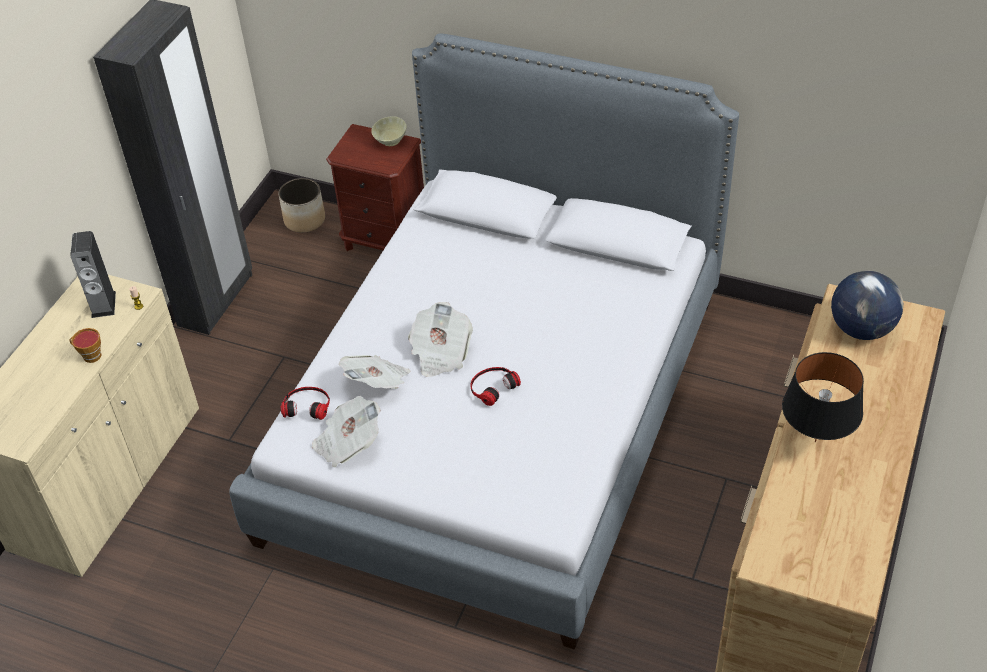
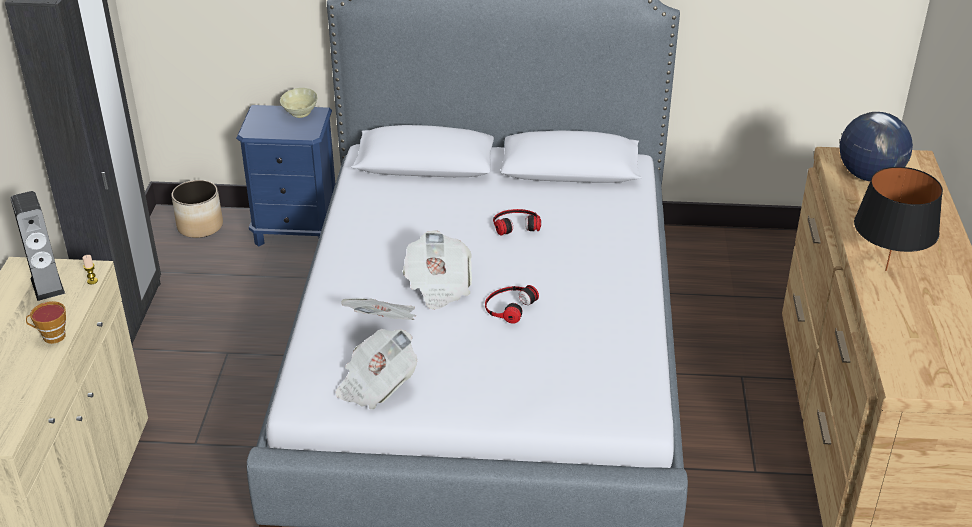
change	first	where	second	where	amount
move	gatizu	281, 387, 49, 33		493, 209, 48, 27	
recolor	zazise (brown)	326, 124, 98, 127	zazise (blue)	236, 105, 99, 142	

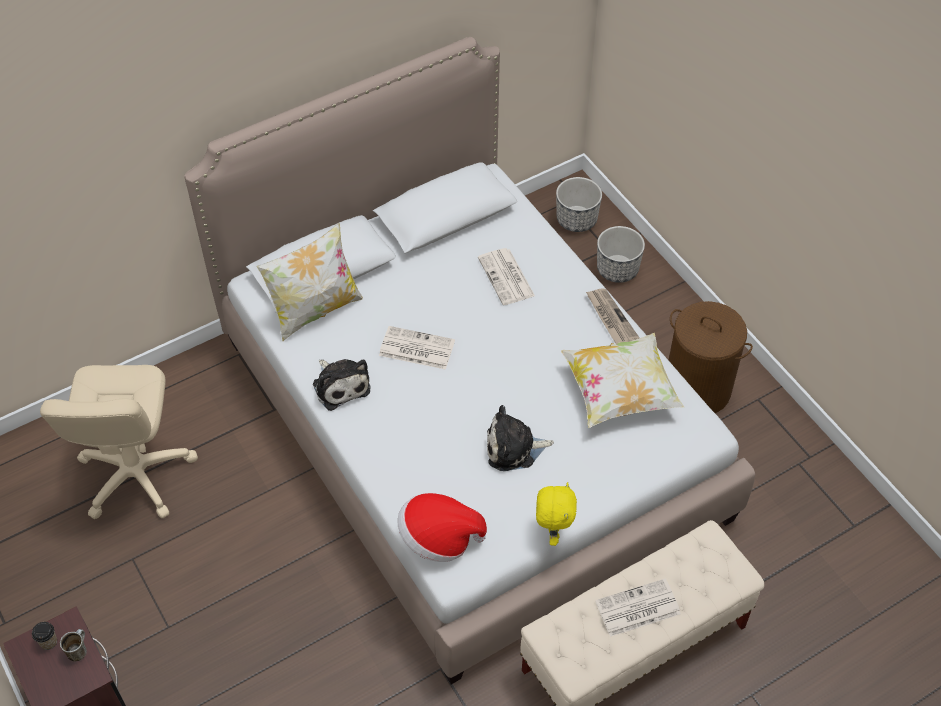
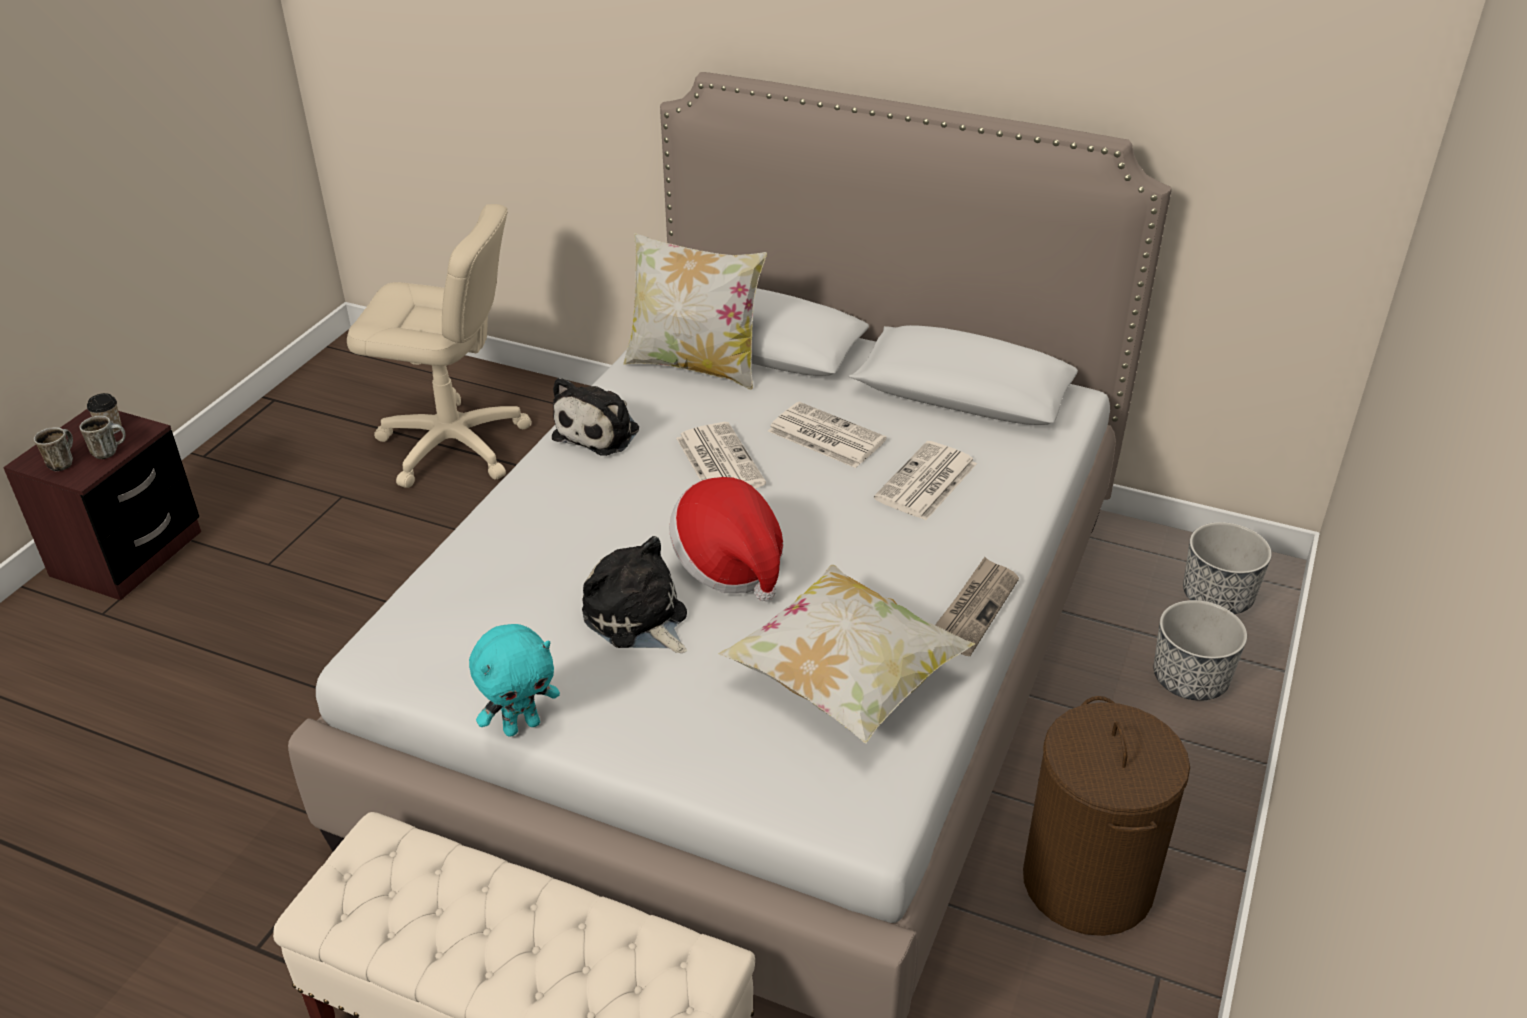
change	first	where	second	where	amount
rotate	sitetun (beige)	40, 365, 158, 154		347, 204, 185, 284	135 degrees counterclockwise
move	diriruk	397, 493, 90, 69		669, 477, 115, 124	
recolor	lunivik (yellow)	536, 482, 41, 64	lunivik (turquoise)	469, 624, 91, 113	
move	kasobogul	595, 579, 86, 58		768, 402, 119, 66	
insert			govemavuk	34, 427, 39, 44	

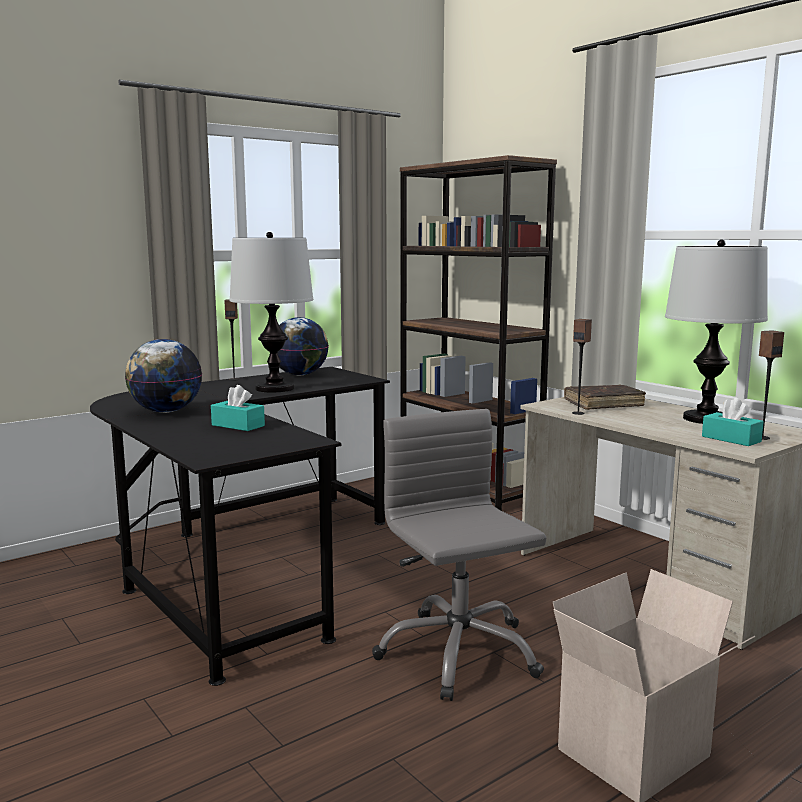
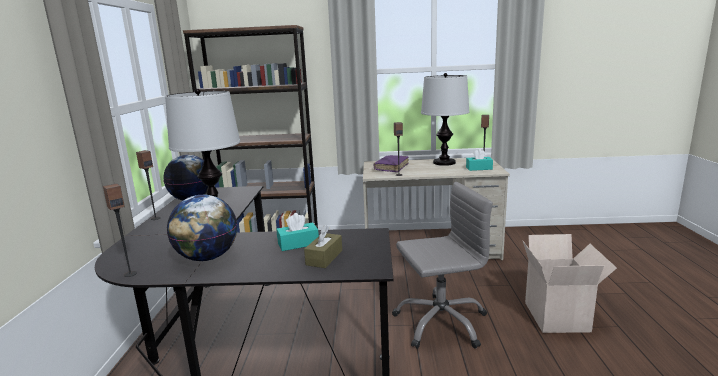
change	first	where	second	where	amount
rotate	sitetun (grey)	372, 409, 174, 292		392, 182, 101, 167	150 degrees clockwise
recolor	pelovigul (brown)	564, 384, 82, 26	pelovigul (purple)	374, 155, 34, 17	
insert			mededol	103, 183, 34, 94	
insert			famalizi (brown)	304, 225, 38, 43	

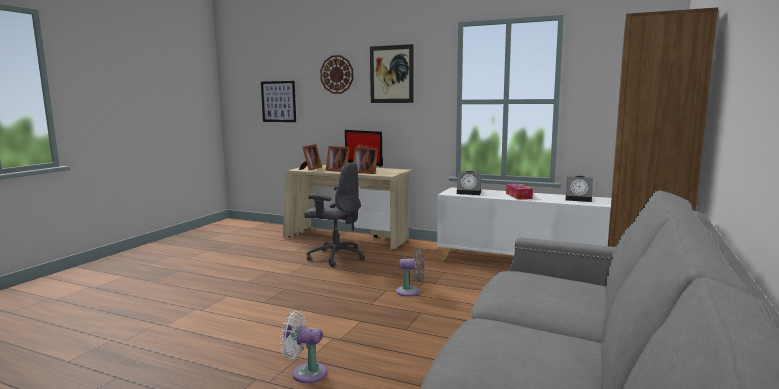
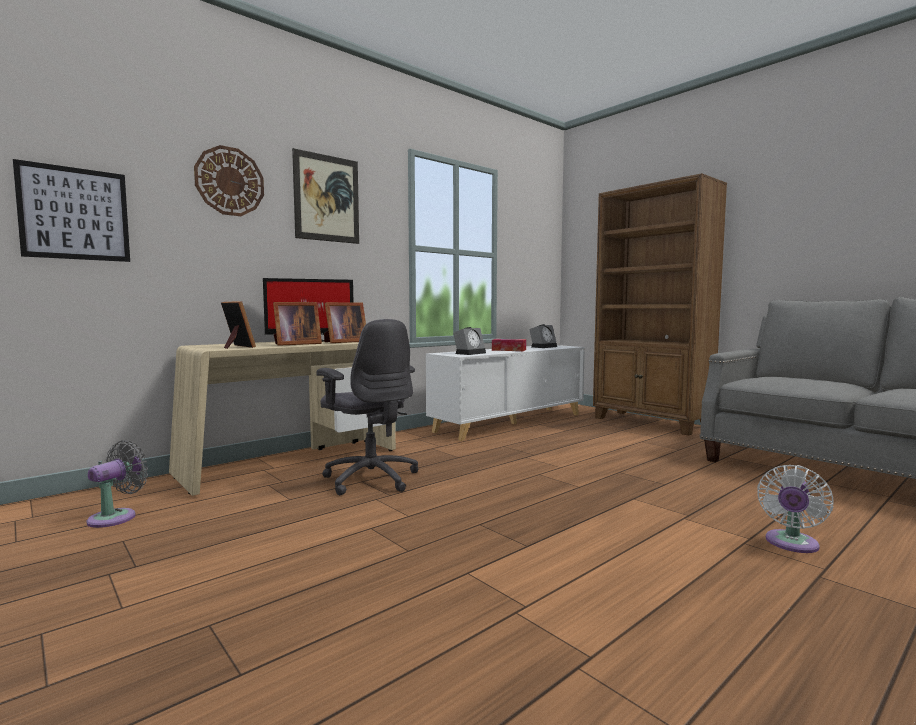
change	first	where	second	where	amount
rotate	sitetun (grey)	304, 162, 61, 105		316, 319, 102, 176	90 degrees clockwise
move	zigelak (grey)	396, 248, 28, 49		87, 440, 61, 88	

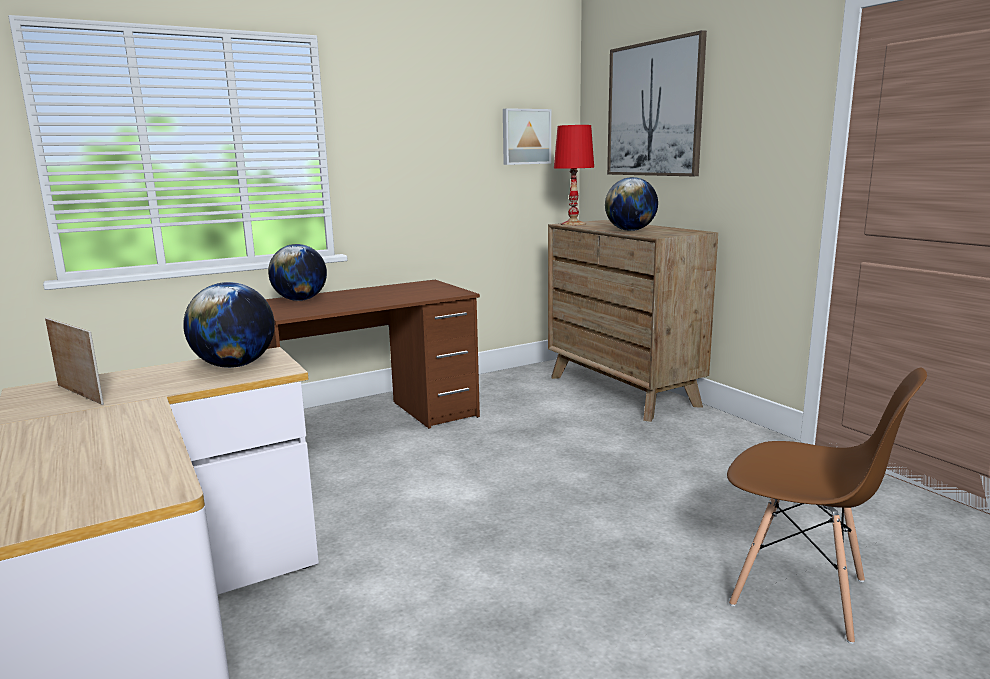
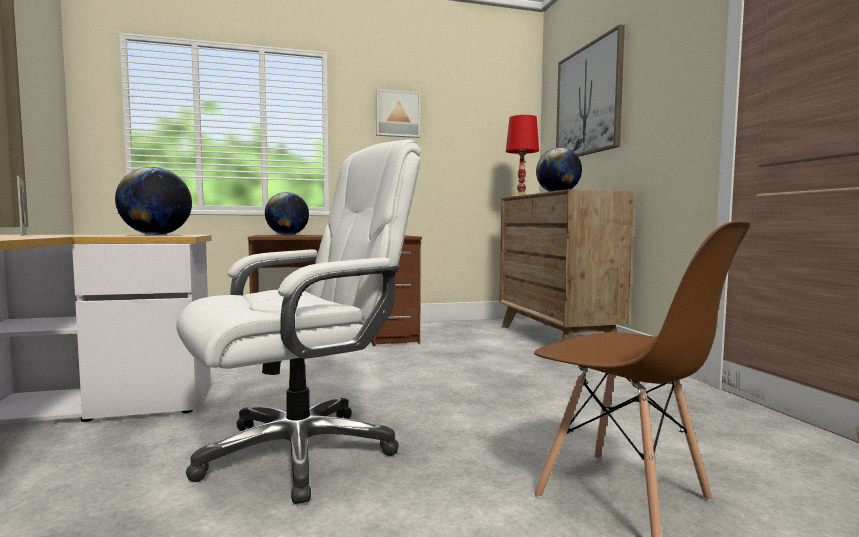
change	first	where	second	where	amount
move	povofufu	503, 108, 48, 57		376, 89, 44, 49	
insert			sitetun (white)	177, 139, 244, 365	

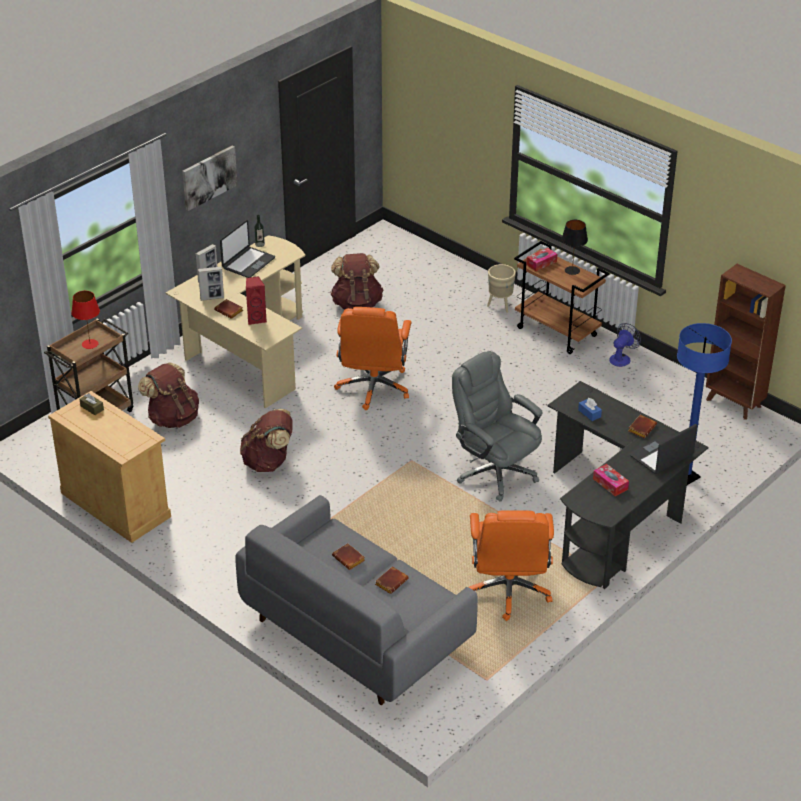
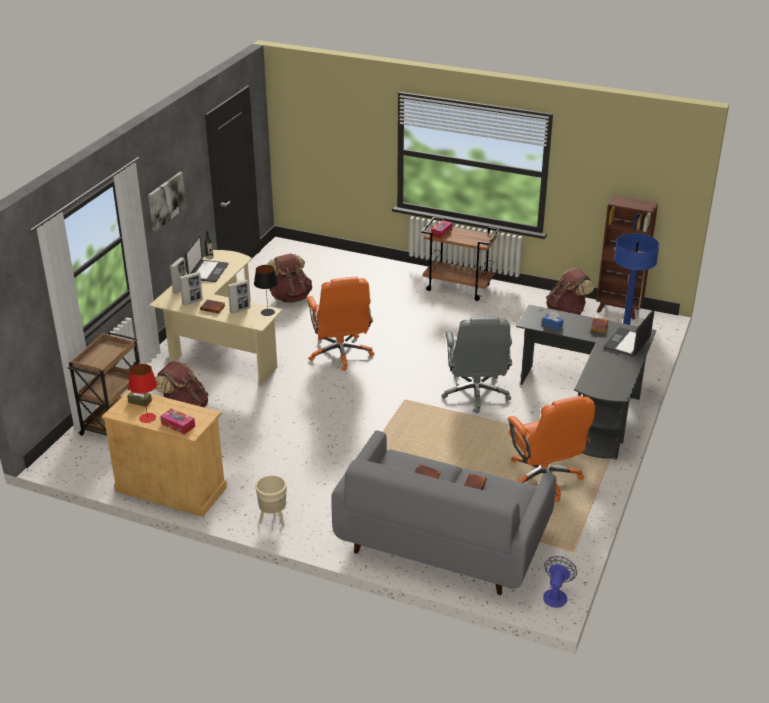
change	first	where	second	where	amount
move	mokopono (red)	71, 291, 29, 58		129, 364, 28, 59	
move	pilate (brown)	240, 409, 53, 63		546, 268, 48, 47	
replace	mededol (red)	246, 276, 21, 49	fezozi	228, 279, 22, 35	
rotate	sitetun (grey)	452, 351, 91, 151		441, 317, 71, 96	120 degrees counterclockwise
move	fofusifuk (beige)	487, 264, 29, 49		255, 475, 32, 52	
move	mokopono (black)	562, 220, 26, 55		254, 265, 24, 51	
move	famalizi	593, 464, 36, 32		160, 408, 35, 27	
move	zigelak	609, 323, 32, 44		543, 556, 34, 52	

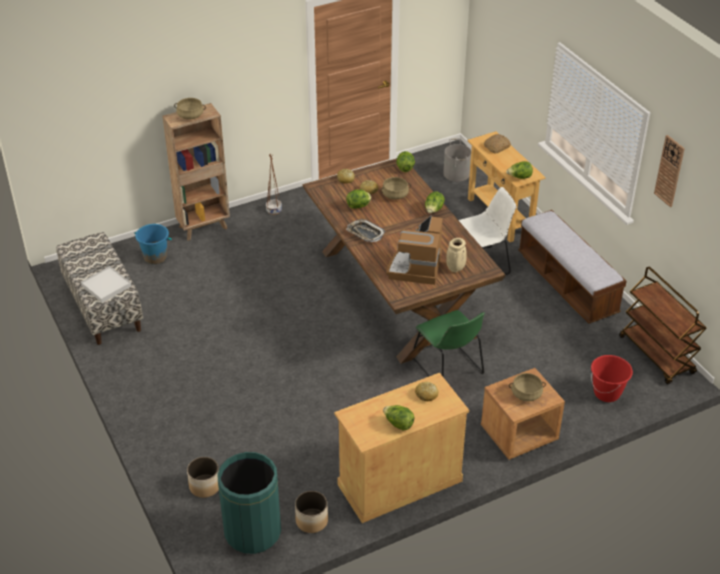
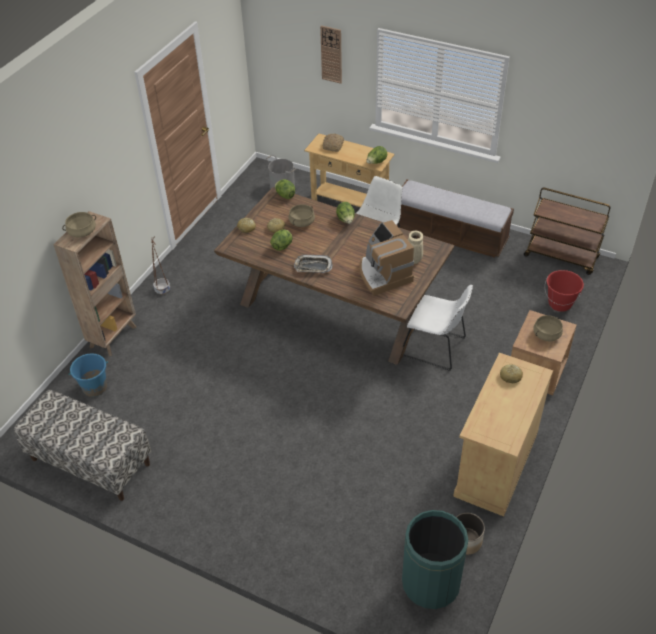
change	first	where	second	where	amount
delete	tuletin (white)	81, 266, 50, 37			
delete	fofusifuk	187, 457, 32, 41			
delete	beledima	383, 405, 31, 26			
recolor	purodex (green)	413, 310, 72, 67	purodex (white)	403, 285, 70, 86	
move	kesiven	654, 135, 31, 72		320, 25, 22, 59	

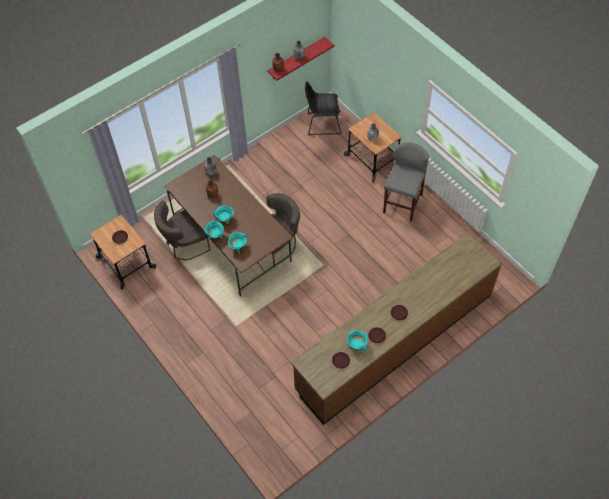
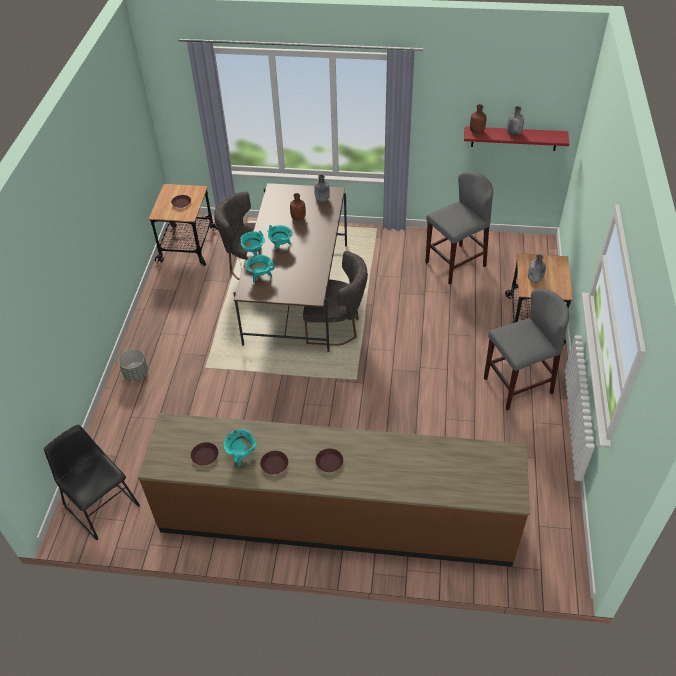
change	first	where	second	where	amount
move	purodex (black)	305, 81, 37, 54		44, 424, 96, 116	
insert			fofusifuk (grey)	118, 349, 30, 33	
insert			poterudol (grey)	426, 172, 67, 112	

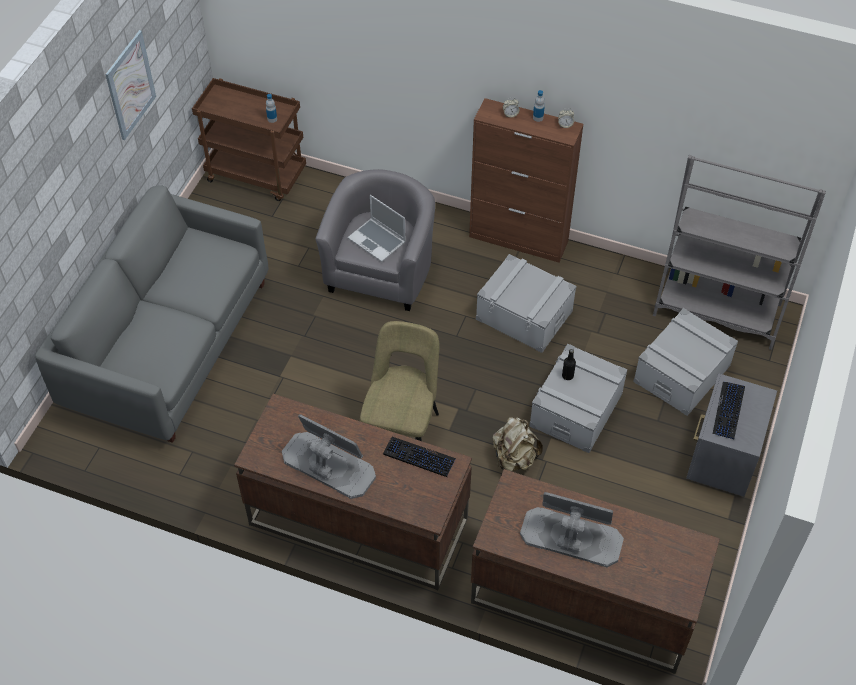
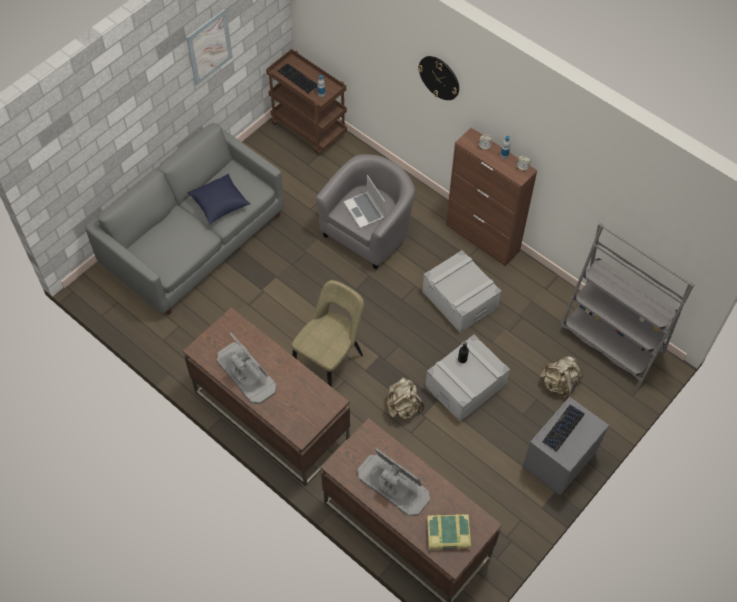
change	first	where	second	where	amount
move	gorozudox	383, 437, 73, 40		278, 64, 40, 30	
replace	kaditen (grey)	633, 308, 105, 108	pilate (beige)	540, 356, 43, 43	
insert			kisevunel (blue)	187, 174, 64, 50	
insert			kesiven	418, 56, 41, 44	
insert			pelovigul	427, 514, 44, 36	

